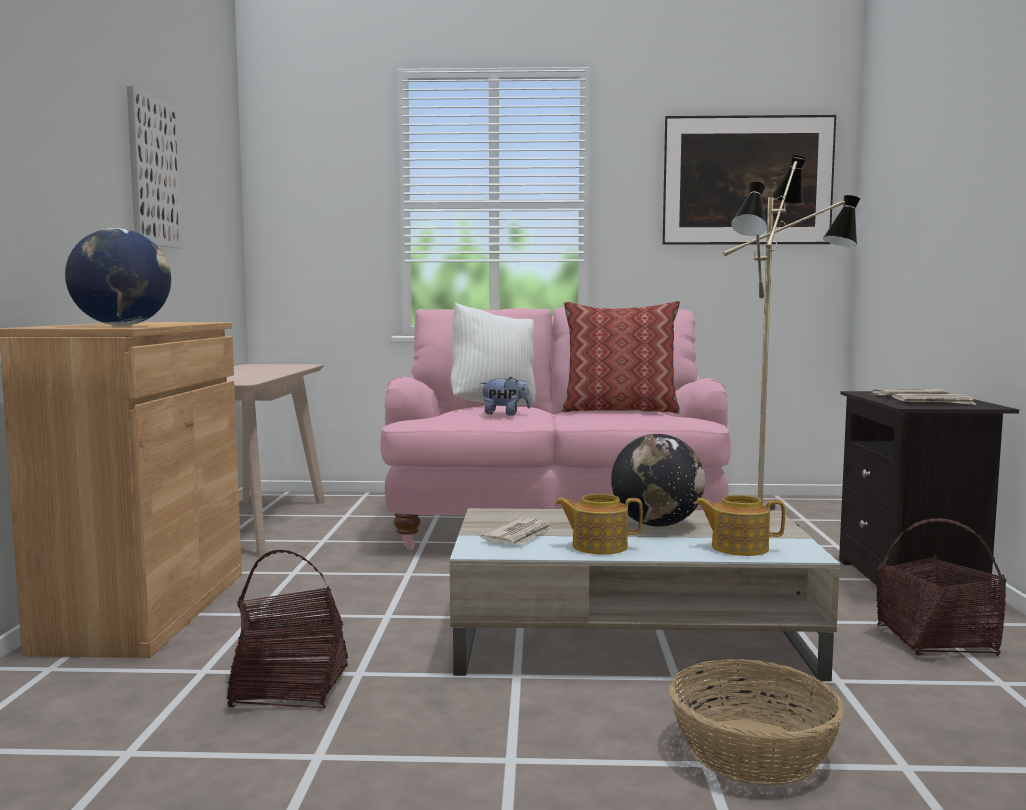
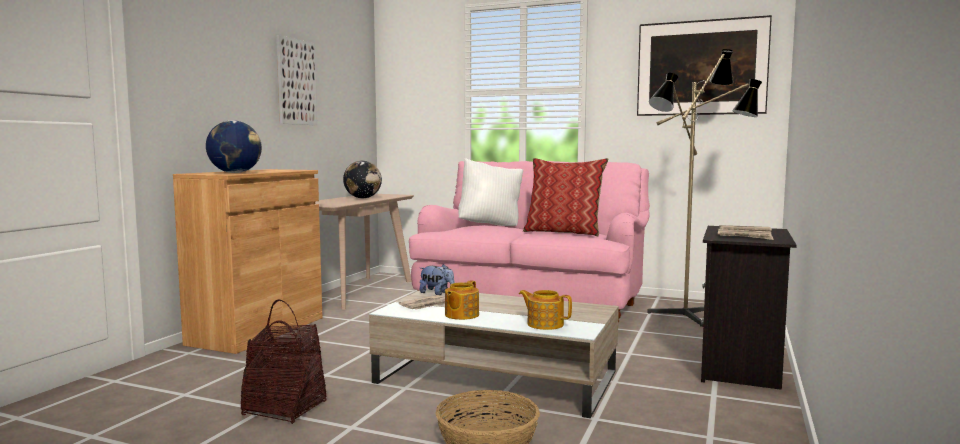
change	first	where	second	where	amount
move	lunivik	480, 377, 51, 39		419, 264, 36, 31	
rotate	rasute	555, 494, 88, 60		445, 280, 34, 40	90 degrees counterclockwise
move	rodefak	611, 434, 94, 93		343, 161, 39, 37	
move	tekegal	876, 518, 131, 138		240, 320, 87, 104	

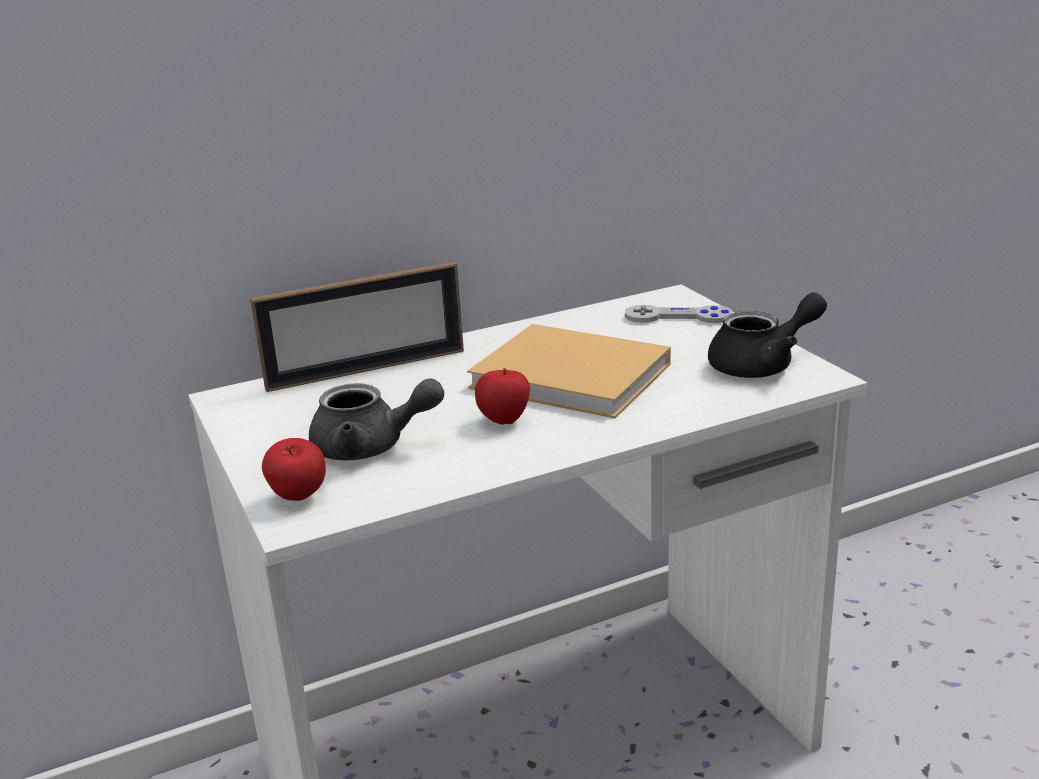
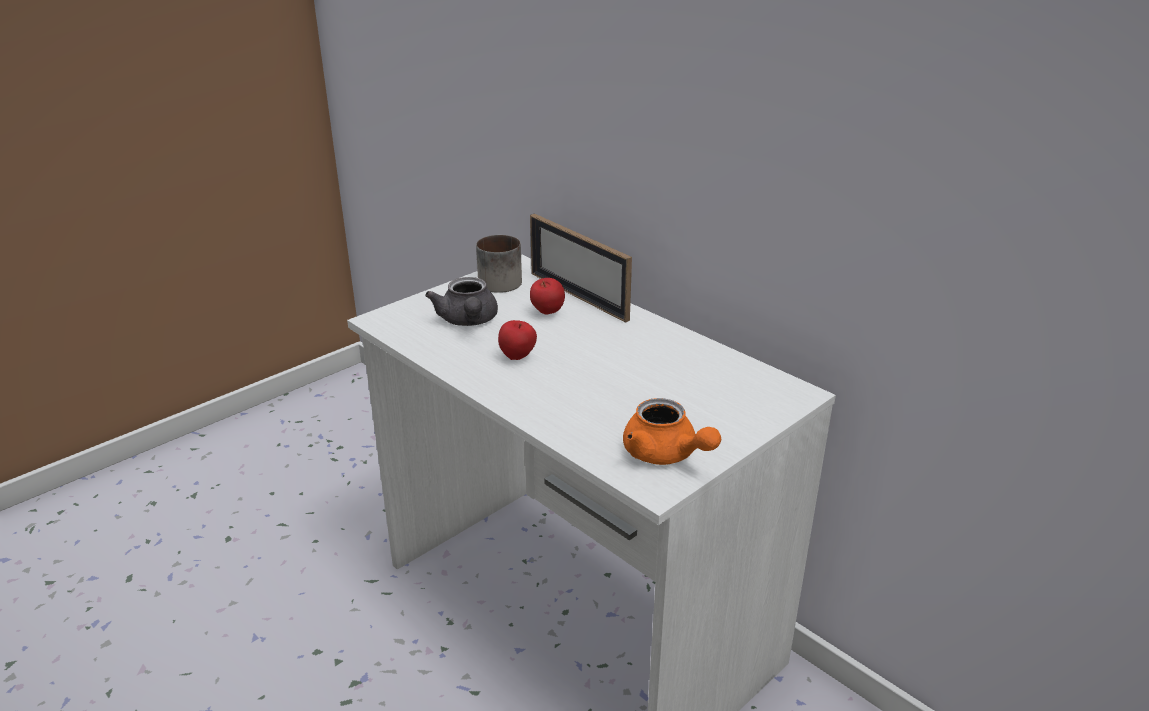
change	first	where	second	where	amount
move	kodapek	262, 438, 64, 63		530, 278, 35, 37	
delete	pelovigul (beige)	467, 324, 204, 94			
delete	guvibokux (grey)	625, 305, 108, 18			
recolor	rasute (black)	708, 292, 119, 86	rasute (orange)	623, 398, 98, 67	
insert			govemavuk	476, 235, 46, 58	

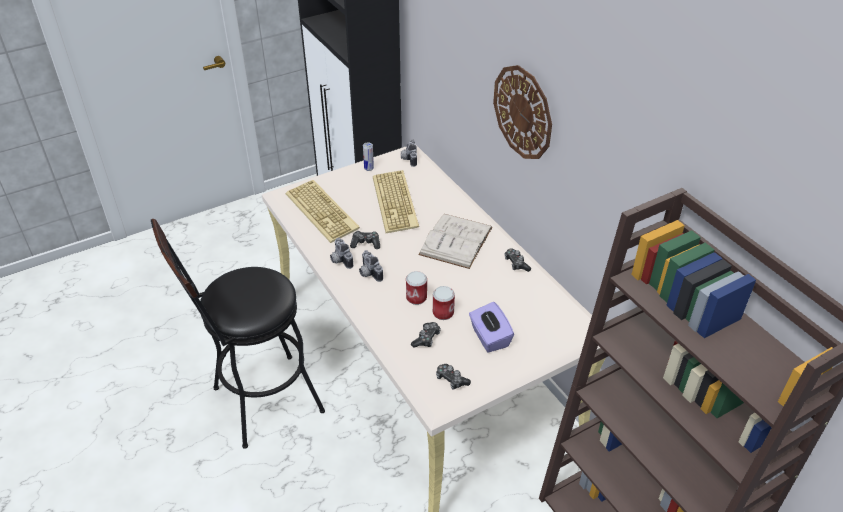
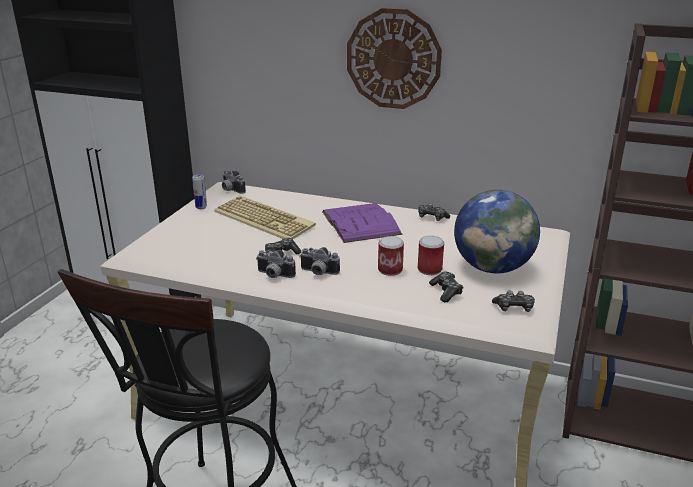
change	first	where	second	where	amount
delete	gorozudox	286, 180, 74, 63			
recolor	pelovigul (white)	418, 214, 74, 55	pelovigul (purple)	322, 203, 80, 40	
replace	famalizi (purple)	469, 302, 45, 51	rodefak	454, 190, 86, 83	

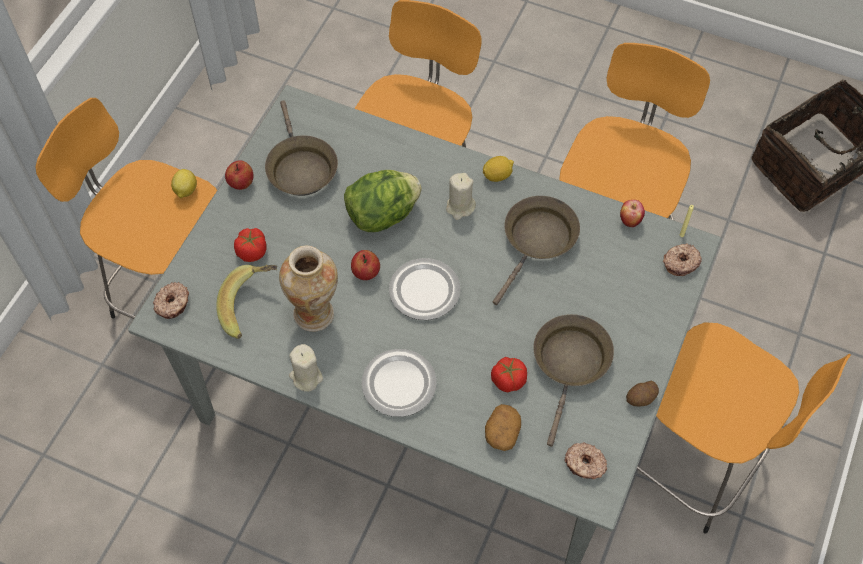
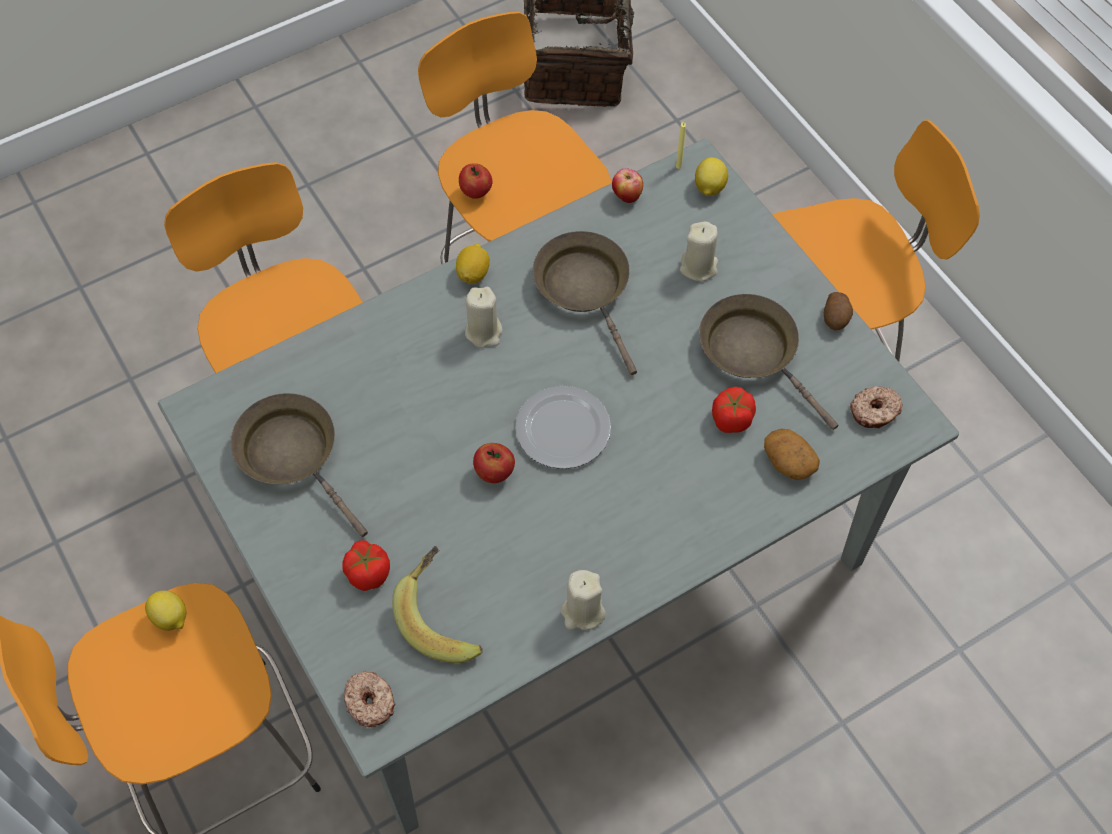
change	first	where	second	where	amount
move	kodapek	225, 160, 29, 30		459, 163, 34, 36	
rotate	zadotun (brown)	265, 100, 73, 96		231, 393, 137, 144	150 degrees counterclockwise
delete	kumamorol	279, 246, 59, 86			
delete	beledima	344, 170, 78, 62			
delete	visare	362, 349, 74, 68			
replace	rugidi	663, 243, 39, 33	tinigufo	695, 157, 33, 39	
insert			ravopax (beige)	680, 222, 38, 59	

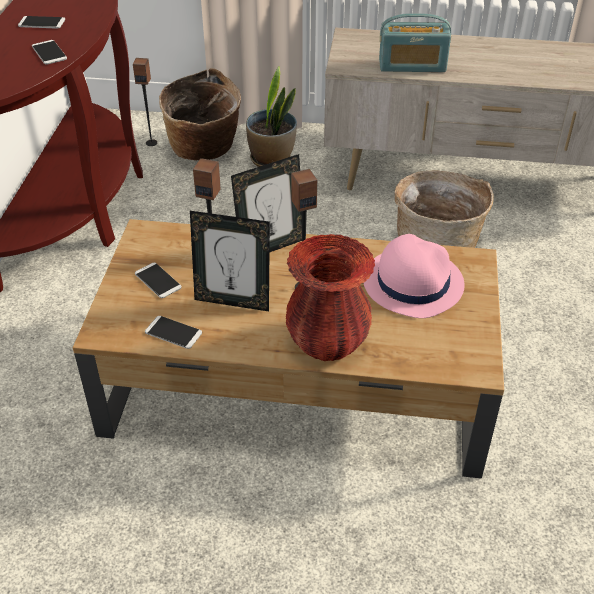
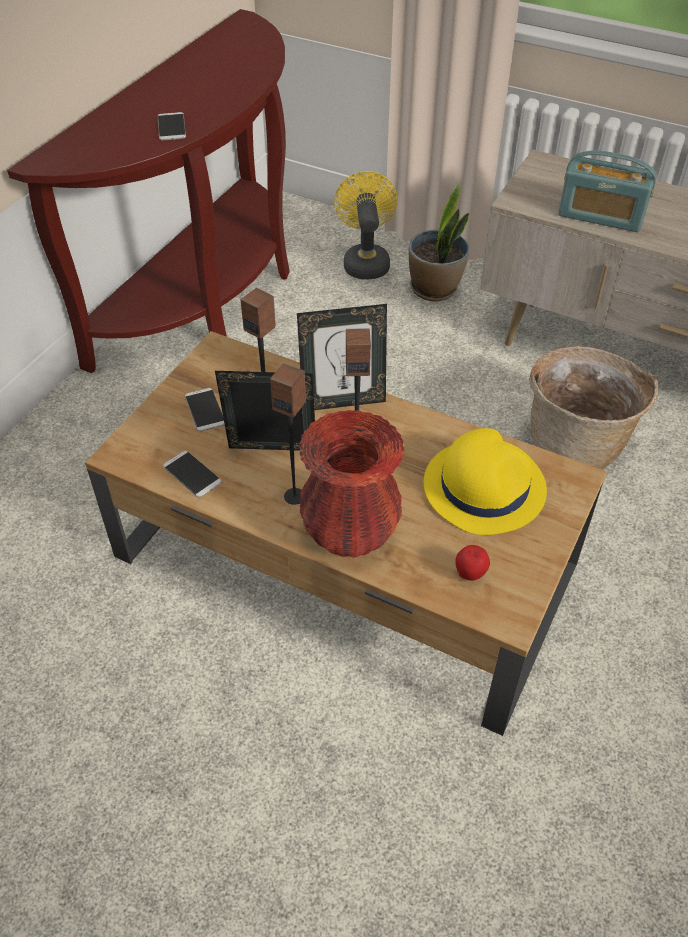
change	first	where	second	where	amount
delete	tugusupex	18, 16, 47, 13			
move	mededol	133, 58, 24, 88		270, 363, 36, 142	
replace	tekegal	159, 68, 82, 93	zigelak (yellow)	334, 171, 64, 108	
rotate	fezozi	190, 211, 80, 100		215, 371, 100, 80	150 degrees clockwise
recolor	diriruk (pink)	364, 234, 101, 84	diriruk (yellow)	424, 428, 123, 107	
insert			kodapek	455, 545, 35, 36	

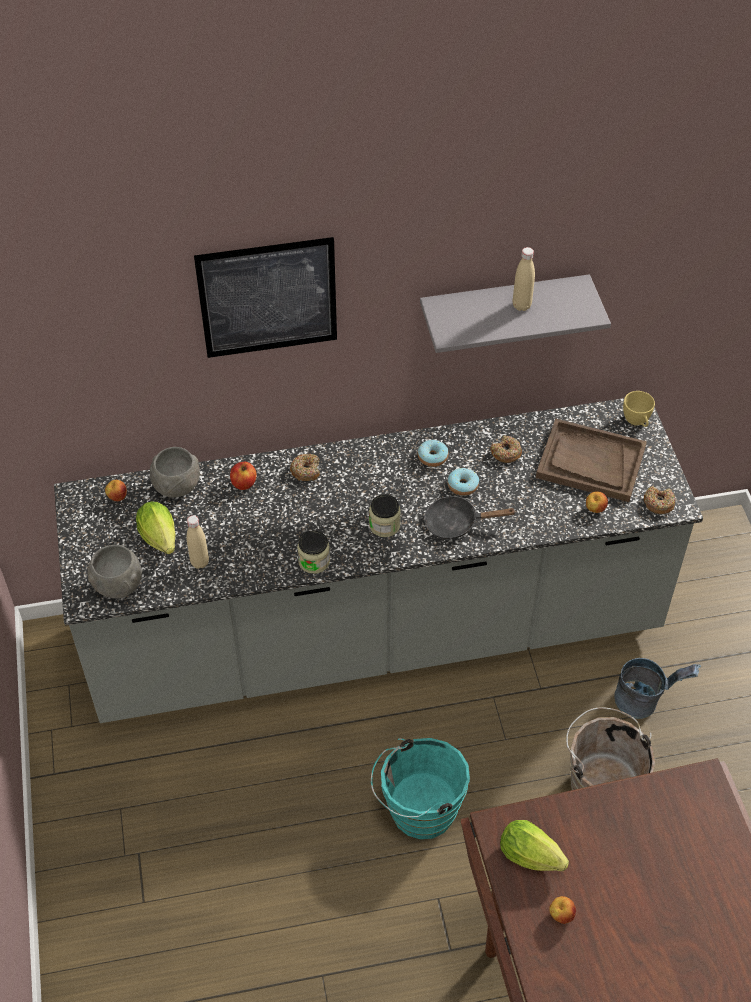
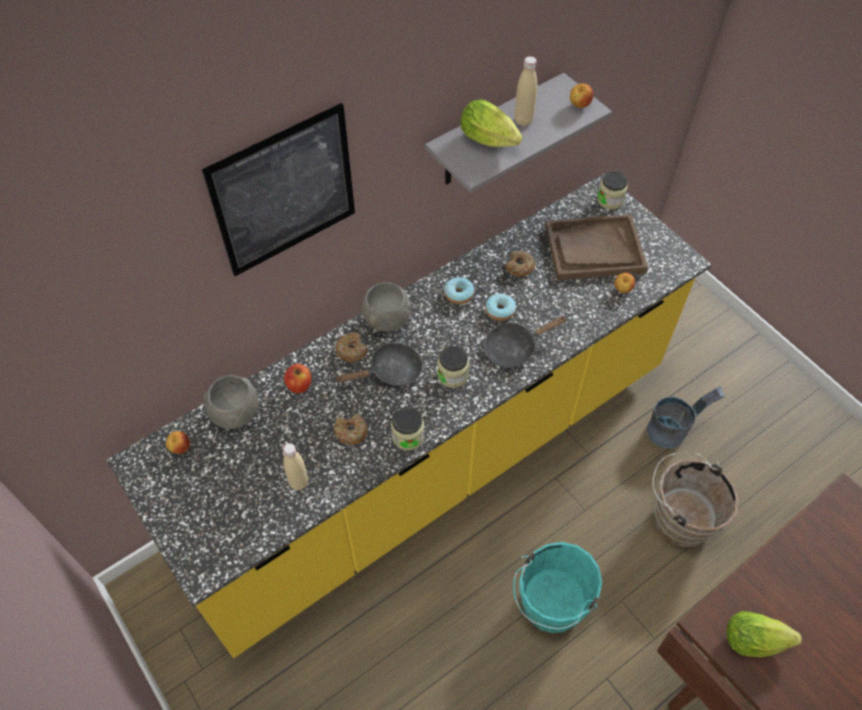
change	first	where	second	where	amount
recolor	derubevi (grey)	54, 398, 649, 325	derubevi (yellow)	106, 173, 605, 485	
move	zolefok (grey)	88, 545, 54, 54		362, 282, 49, 50	
move	beledima	136, 502, 39, 52		461, 100, 61, 47	
move	kodapek	549, 896, 27, 28		570, 84, 23, 24	
replace	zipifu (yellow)	623, 391, 32, 36	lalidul	597, 171, 31, 39	
move	rugidi	644, 485, 31, 29		334, 414, 34, 31	
insert			zadotun (black)	335, 343, 88, 43	

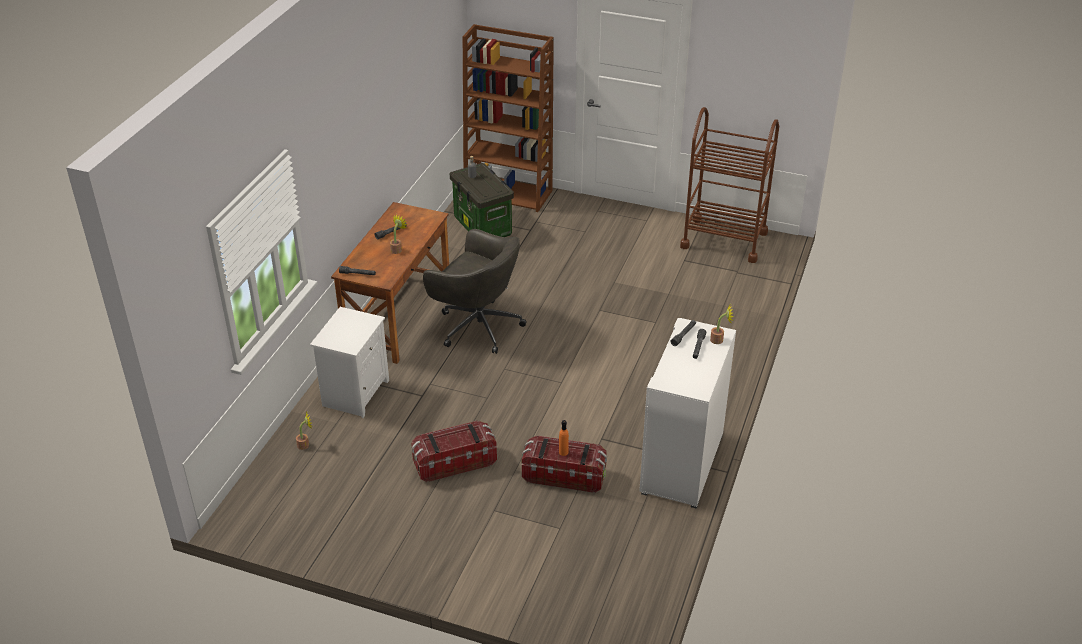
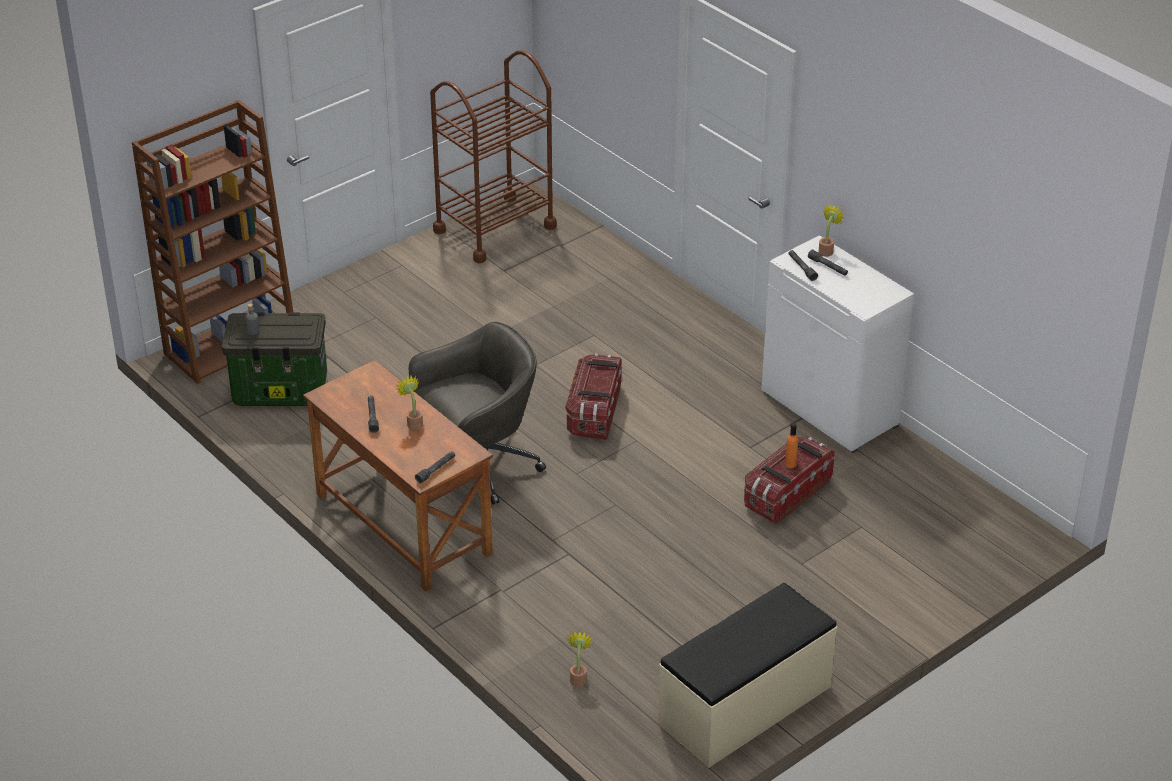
change	first	where	second	where	amount
delete	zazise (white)	310, 307, 79, 111			
move	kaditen	411, 421, 86, 61		566, 354, 56, 86	
insert			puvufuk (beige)	658, 583, 179, 185	

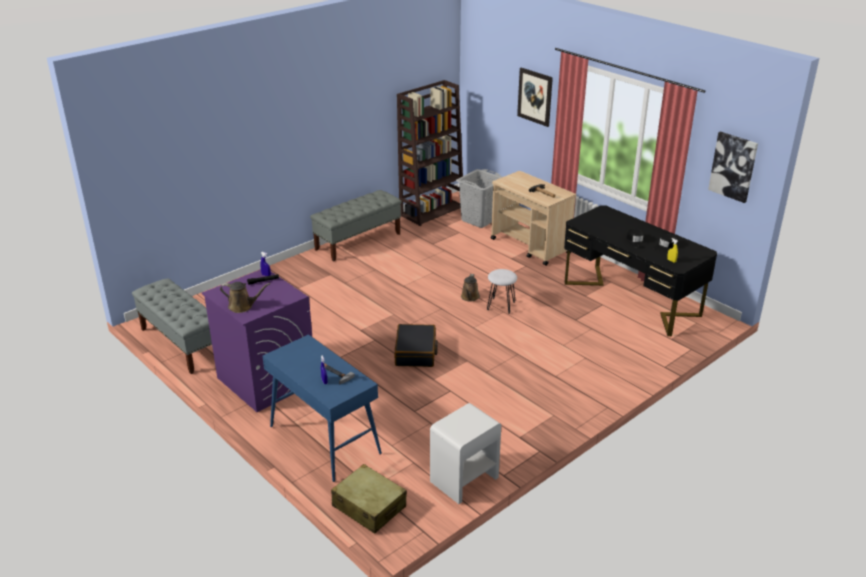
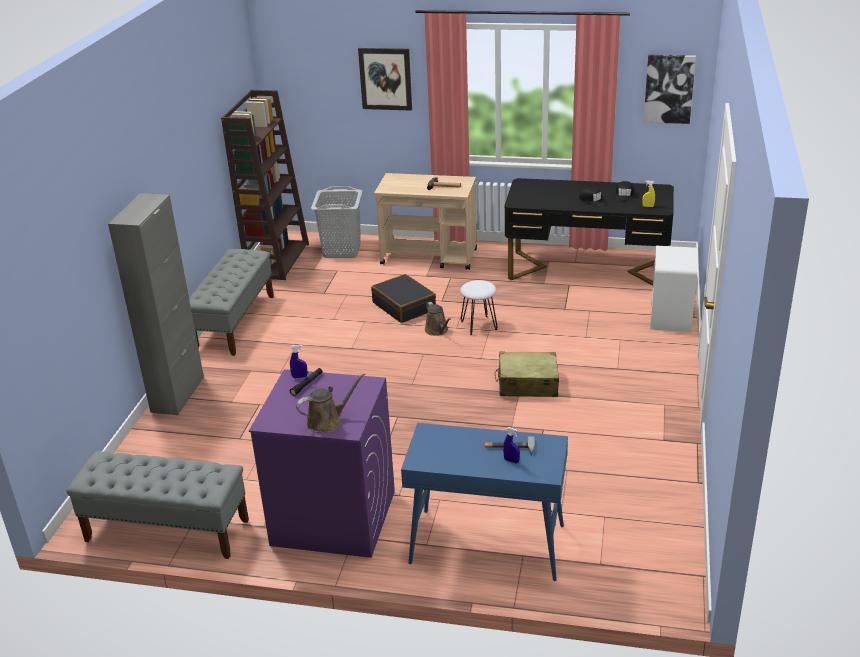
change	first	where	second	where	amount
move	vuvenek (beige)	331, 464, 76, 70		495, 351, 64, 46	
move	vuvenek (black)	395, 324, 43, 43		371, 274, 65, 49	
move	zazise (white)	430, 403, 71, 101		650, 246, 48, 86	
insert			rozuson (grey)	108, 193, 96, 222	

